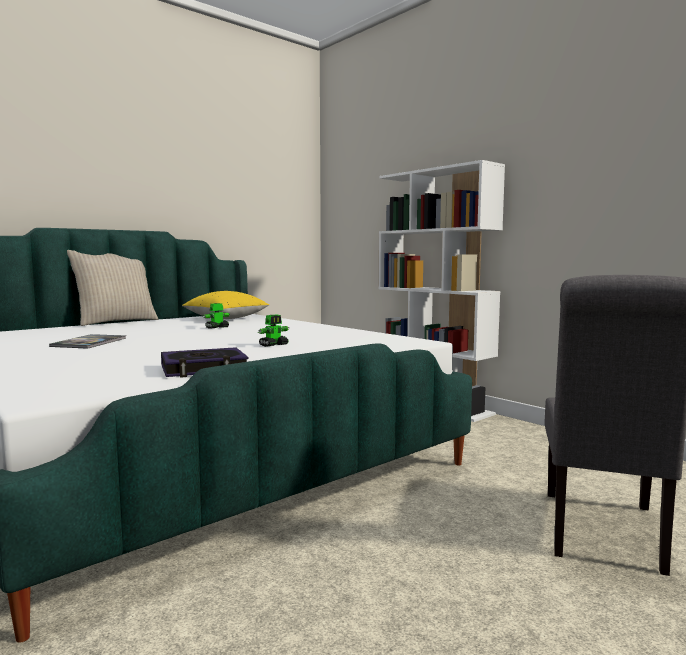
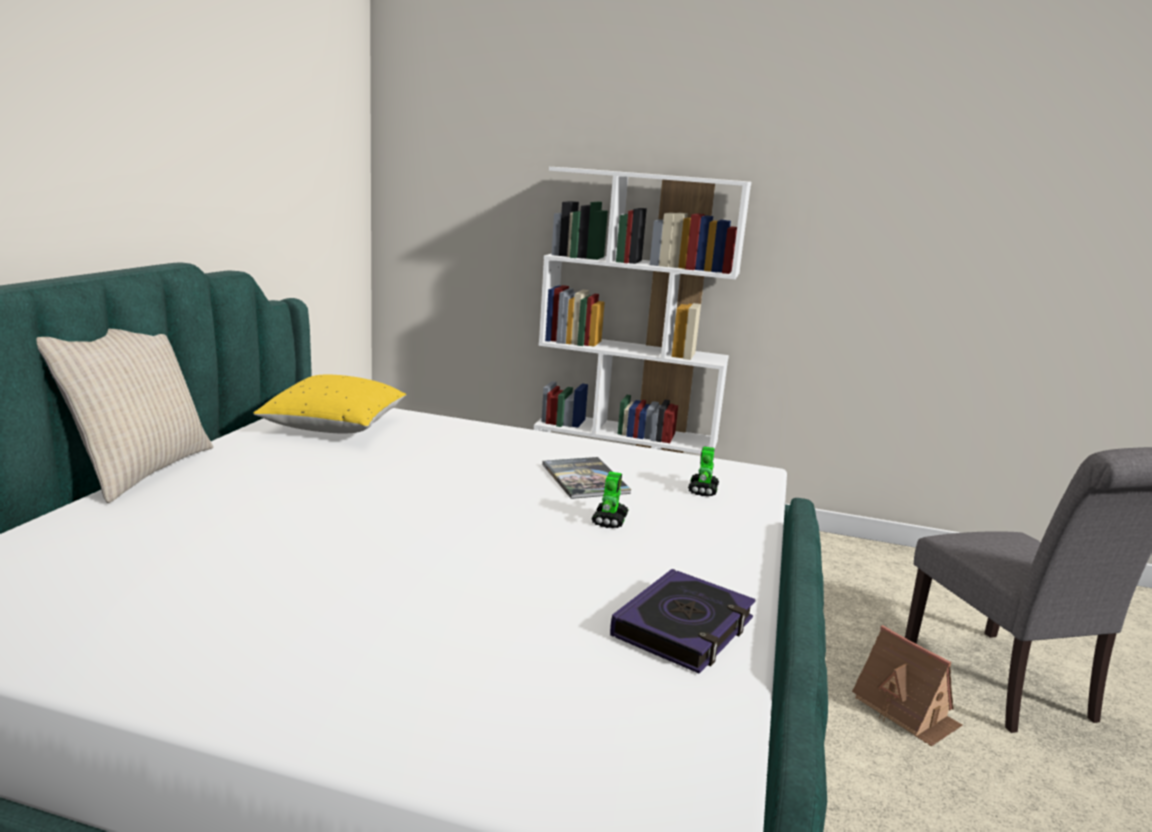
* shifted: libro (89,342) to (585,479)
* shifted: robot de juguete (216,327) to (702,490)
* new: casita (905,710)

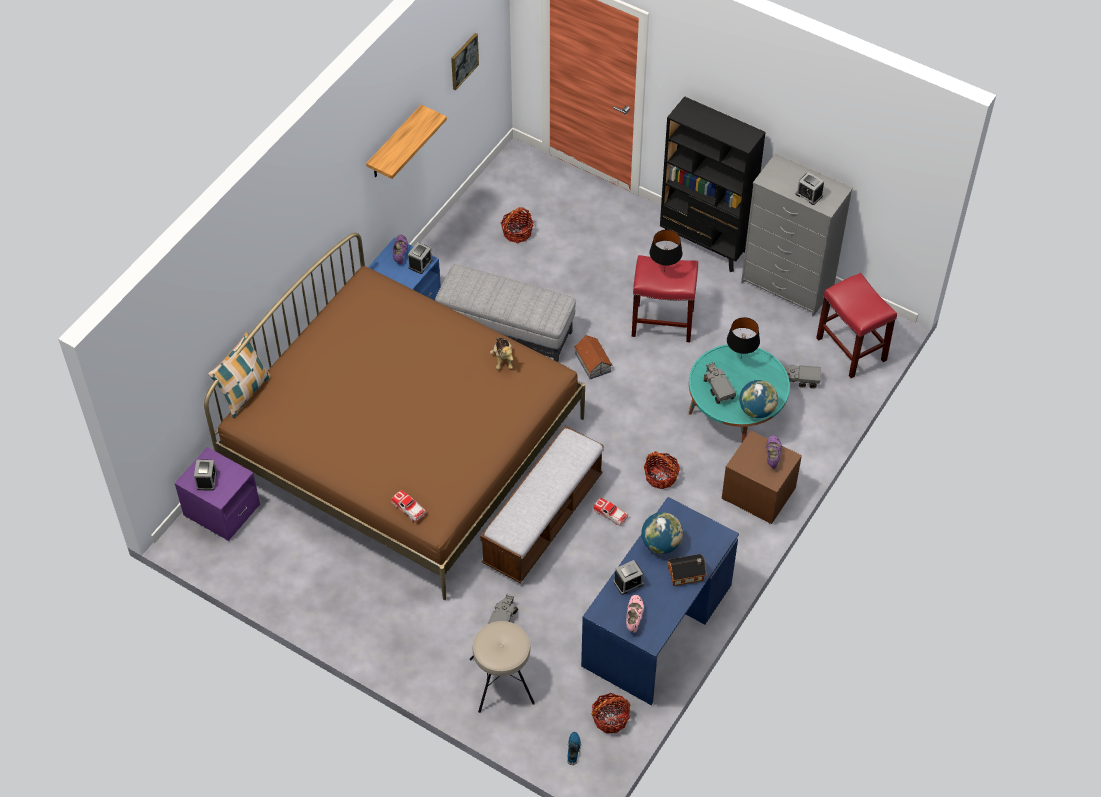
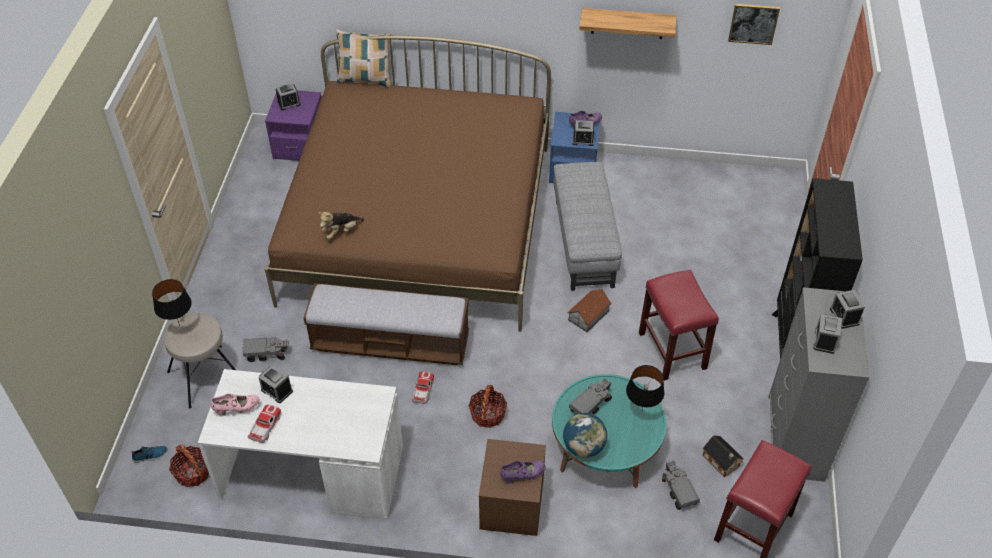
* shifted: lámpara de mesa (negro) (664,272) to (180,326)
* repainted: escritorio (azul) (657,627) to escritorio (blanco) (311,473)
* shifted: coche de juguete (409,508) to (265,427)
* shifted: peluche (503,359) to (341,231)
* shifted: casita (687,574) to (721,462)
* new: despertador (844,316)
* gone: cesta (517,232)
* gone: globo terráqueo (661,544)

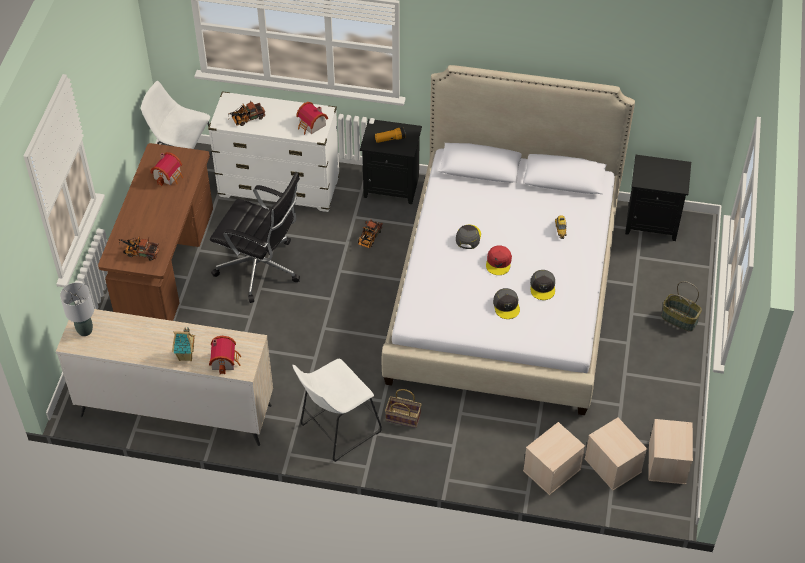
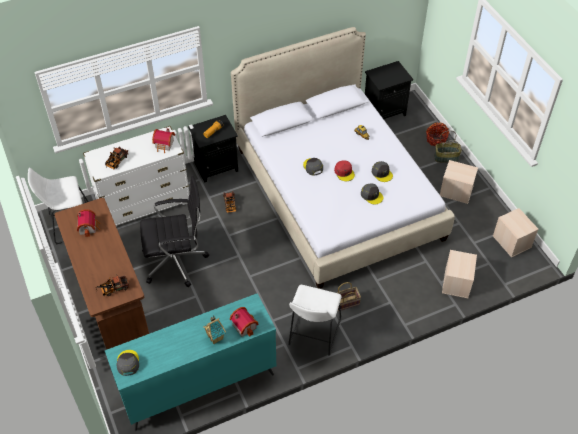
* repainted: cómoda (beis) (175,410) to cómoda (turquesa) (198,385)
* swapped: lámpara de mesa (gris) (84,330) to gorra (gris) (128,363)
* new: cesta (436,140)
* shifted: caja de almacenaje (beis) (612,465) to (455,191)

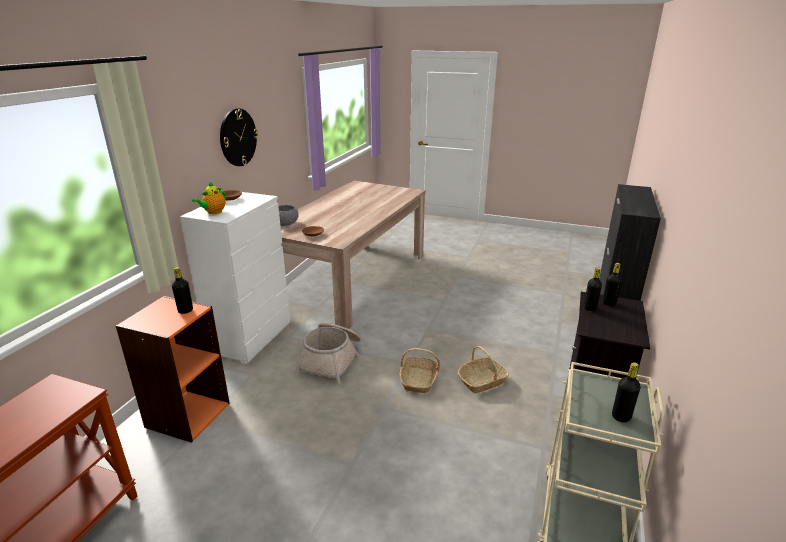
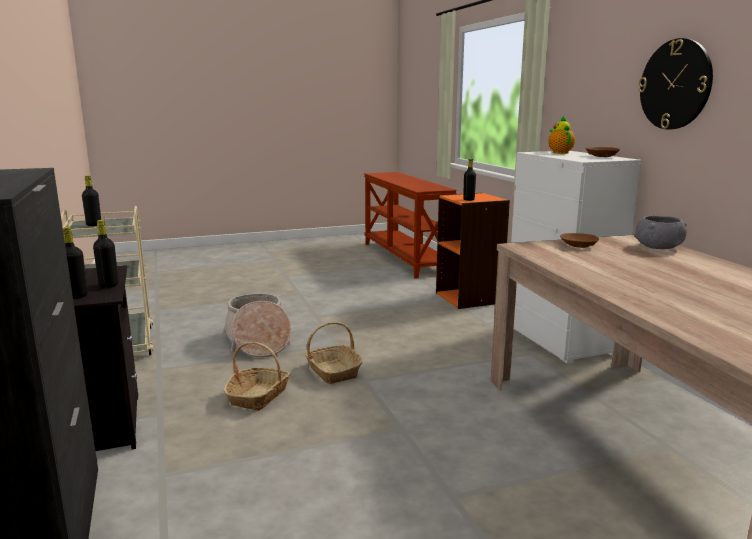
* shifted: cesta (332,360) to (258,341)

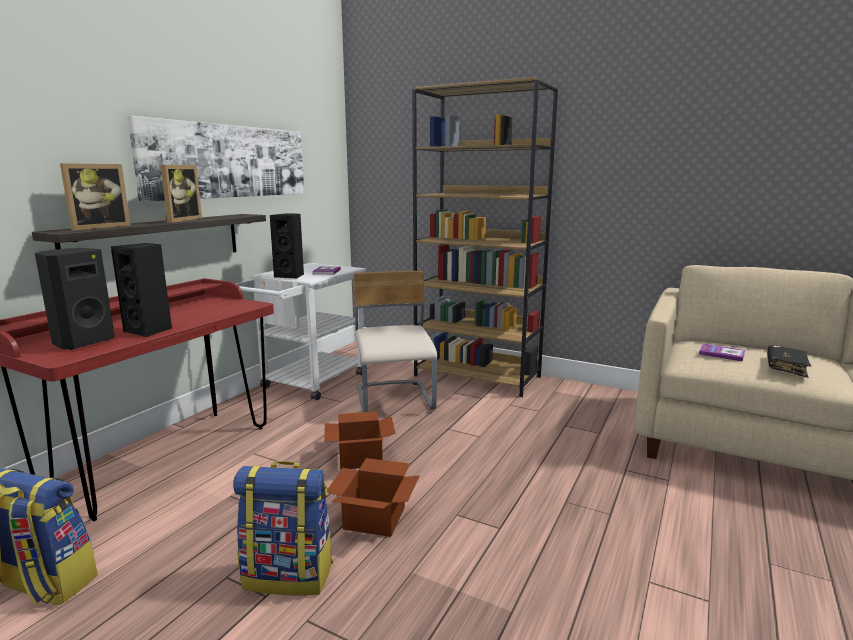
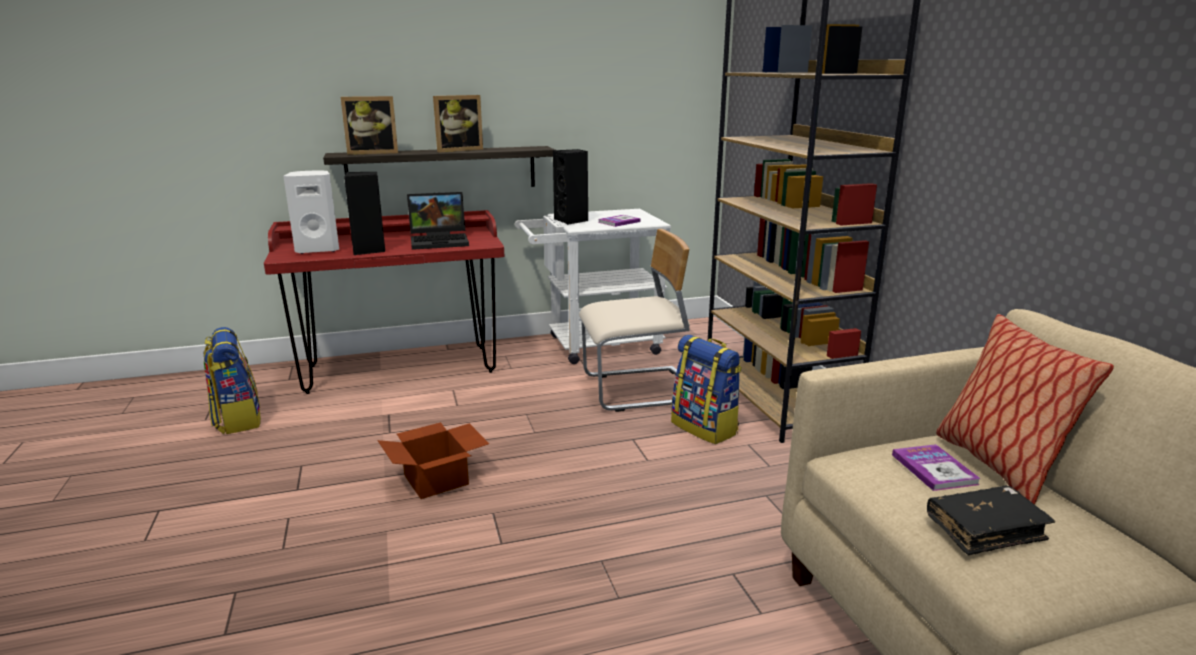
* repainted: altavoz (negro) (82,342) to altavoz (blanco) (318,249)
* new: portátil (441,241)
* rotated: silla (beis) (395,400) = (639,390) 45 degrees clockwise
* shifted: mochila (289,575) to (705,428)
* new: cojín (997,465)
* gone: cuadro (229,161)
* gone: caja de cartón (361,456)

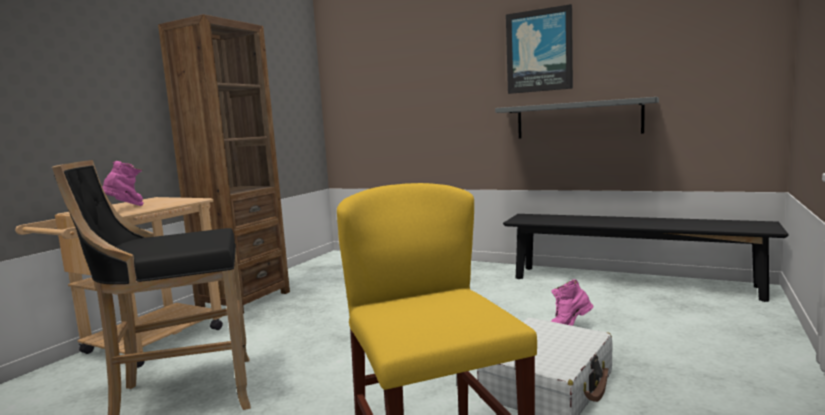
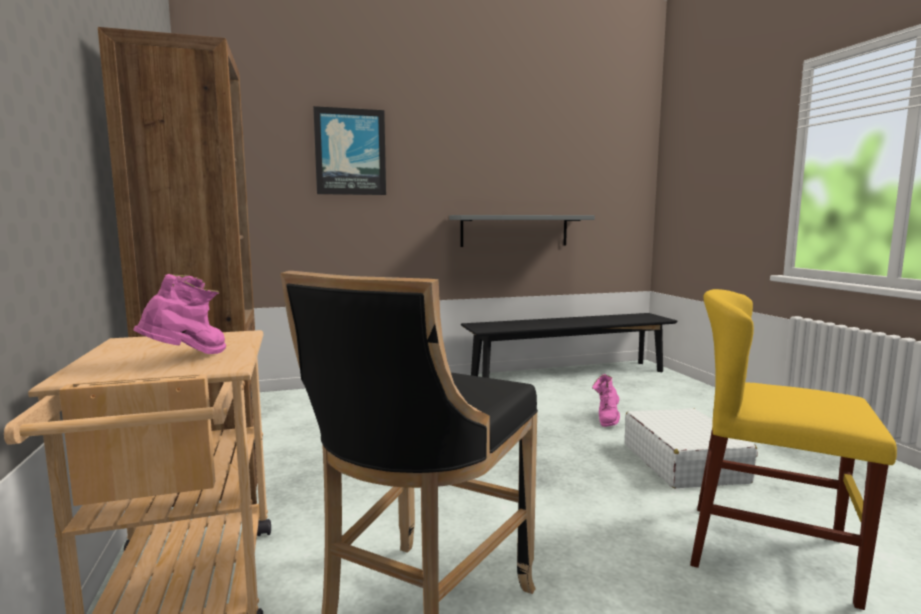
* rotated: bota (rosa) (126,209) = (188,359) 60 degrees clockwise
* shifted: cuadro (539,51) to (350,152)

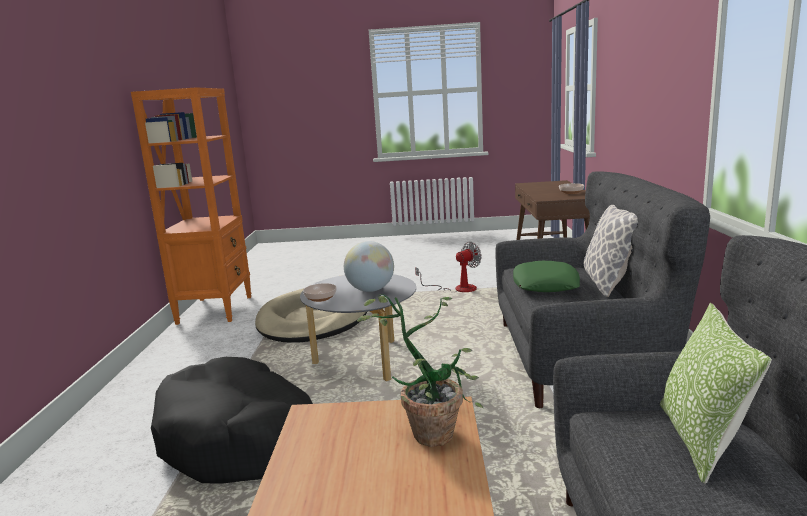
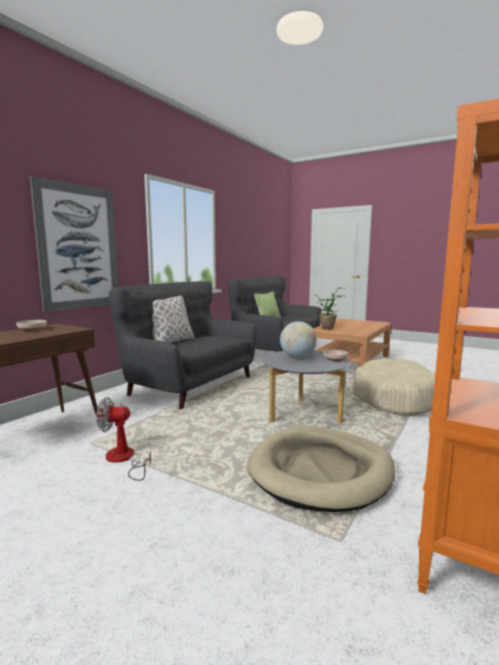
* new: cuadro (79,247)
* repainted: cama para perro (negro) (239,438) to cama para perro (beis) (394,398)
* gone: cojín (verde) (545,284)

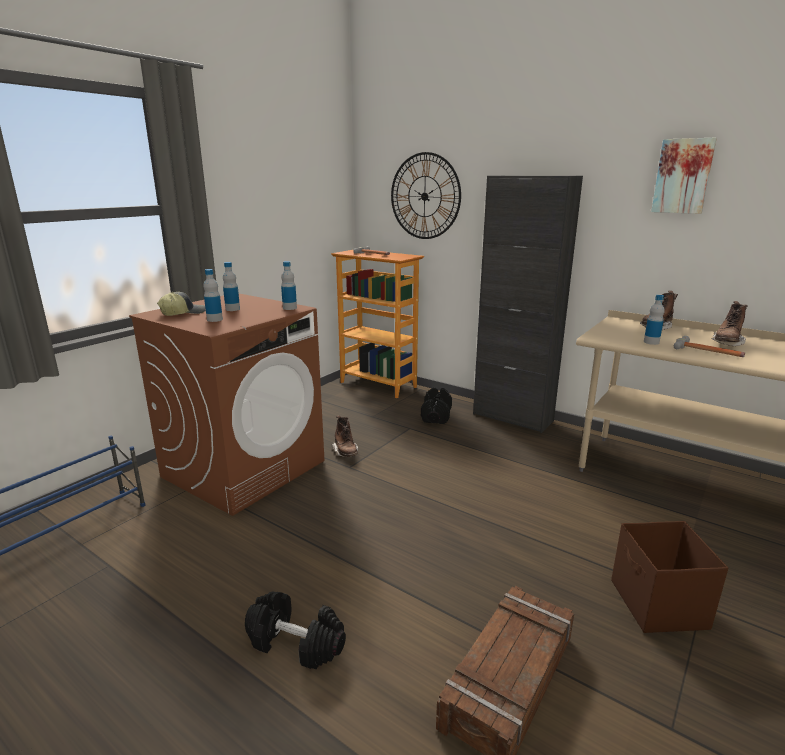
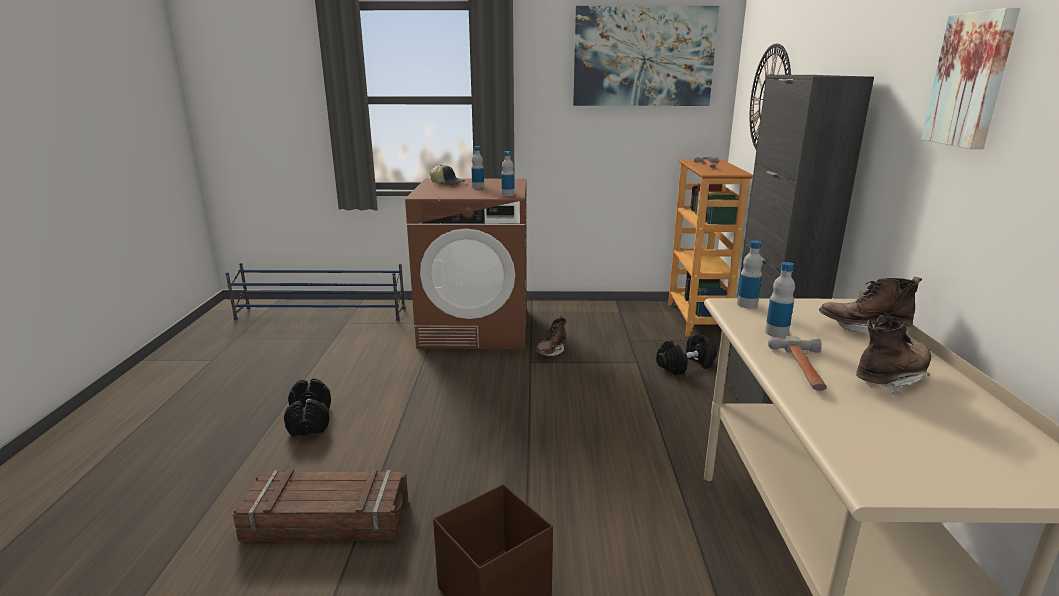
* new: cuadro (643,57)
* shifted: botella (214,319) to (747,304)
* rotated: bota (marrón) (727,343) = (890,379) 150 degrees clockwise

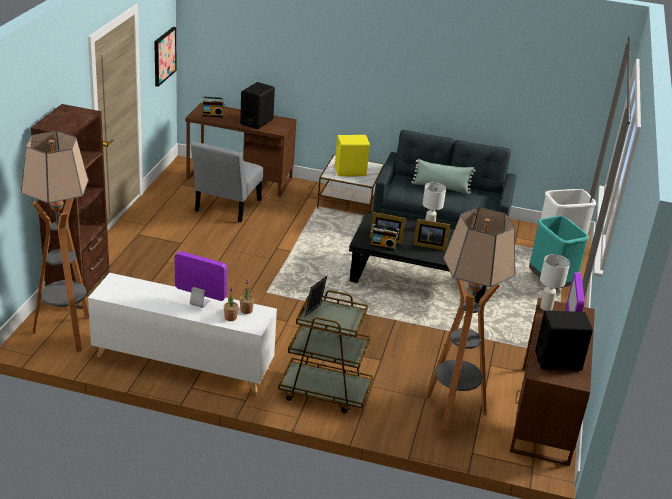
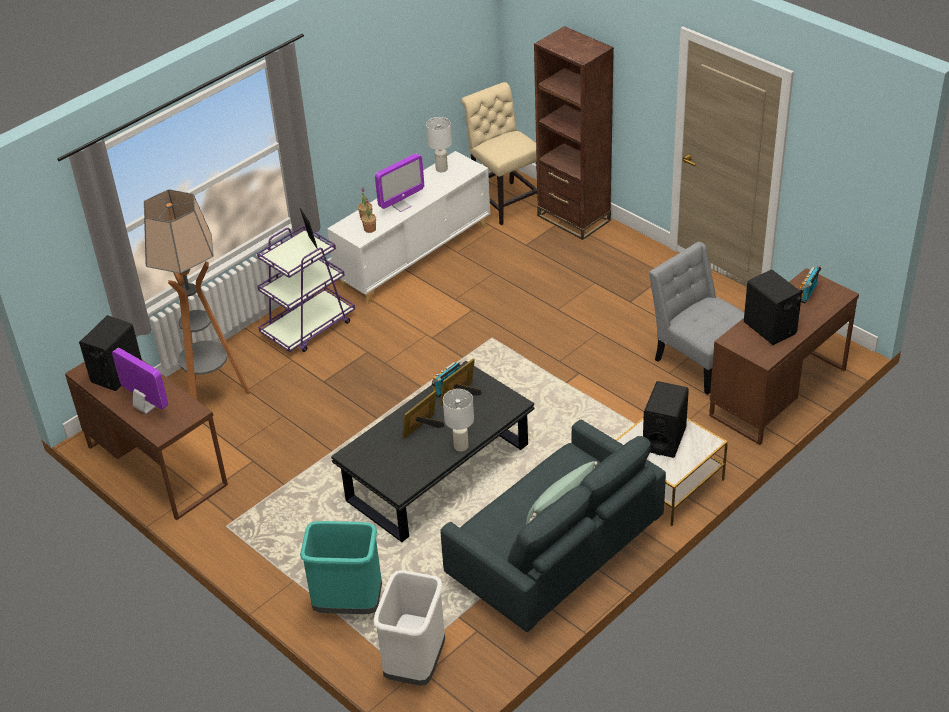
* repainted: carrito (marrón) (324,392) to carrito (morado) (309,327)
* shifted: lámpara de mesa (blanco) (546,307) to (442,169)
* swapped: lámpara de pie (67,333) to silla (beis) (504,201)
* repainted: altavoz (amarillo) (350,171) to altavoz (negro) (664,439)
* gone: cuadro (164,56)

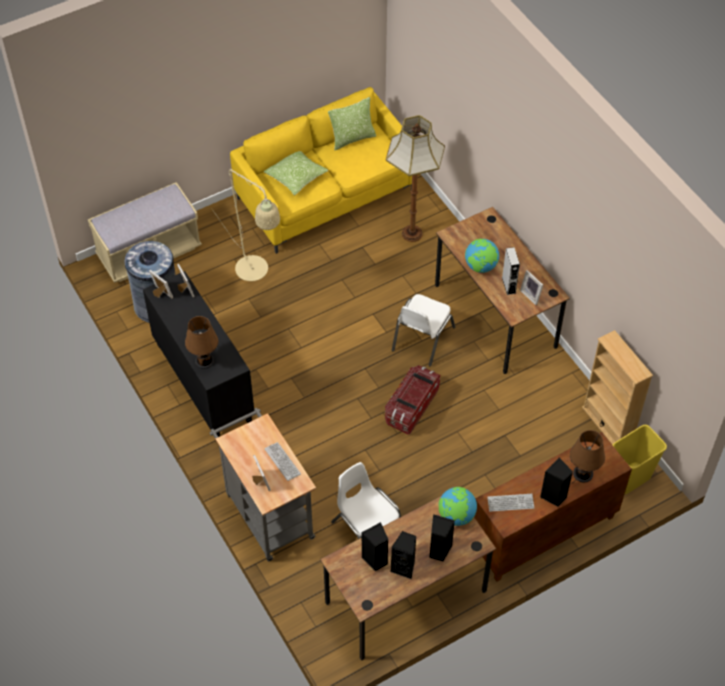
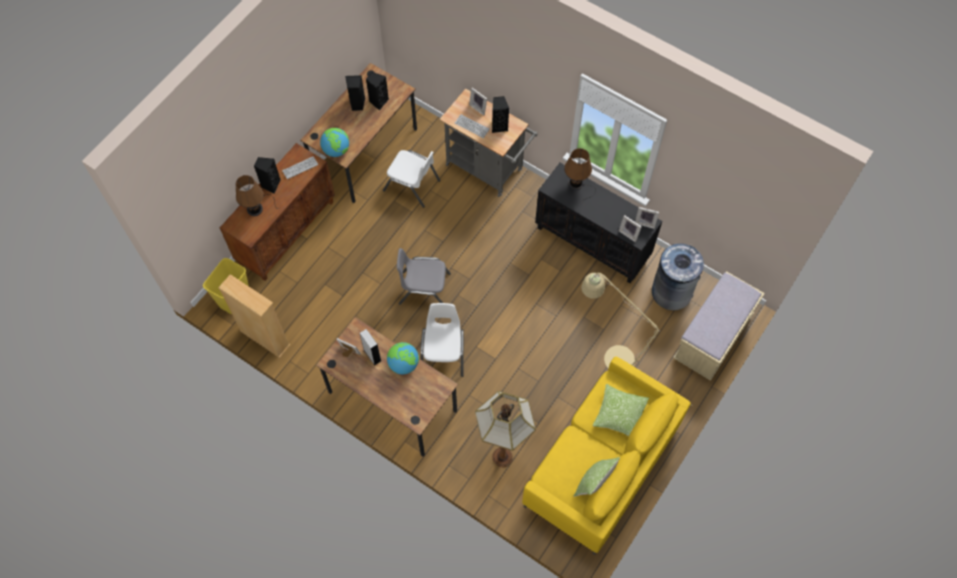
* swapped: caja de almacenaje (411,407) to silla (gris) (424,289)
* shifted: altavoz (negro) (438,550) to (499,126)

